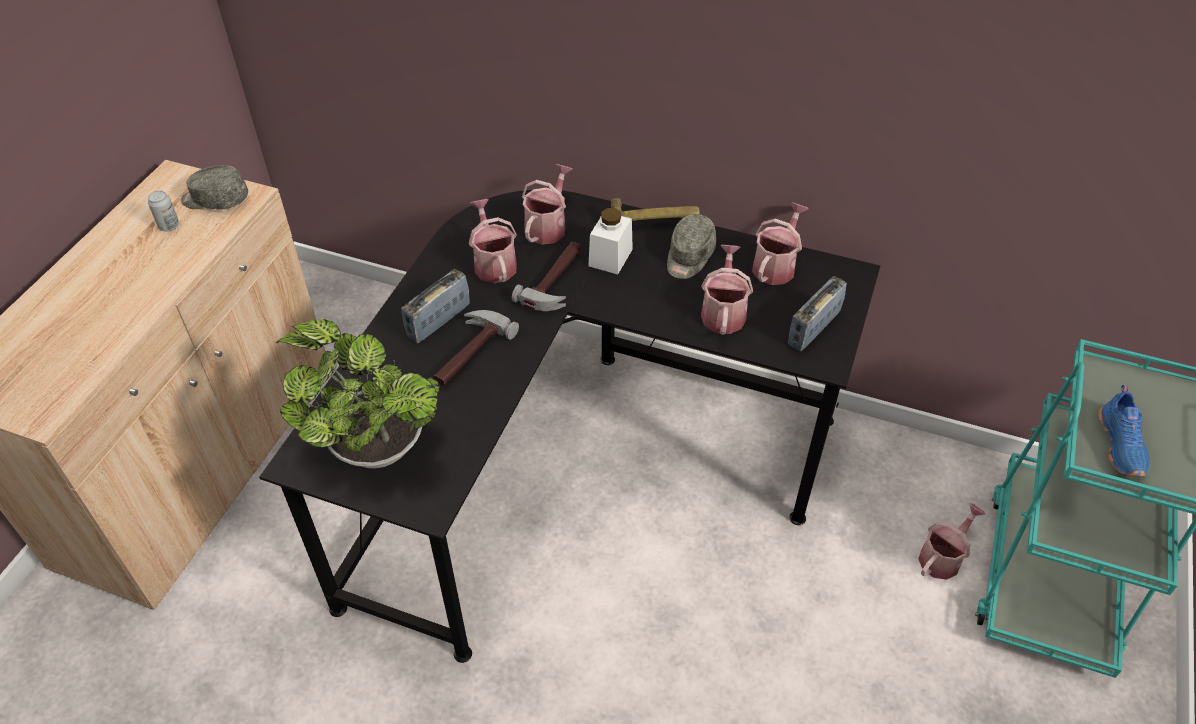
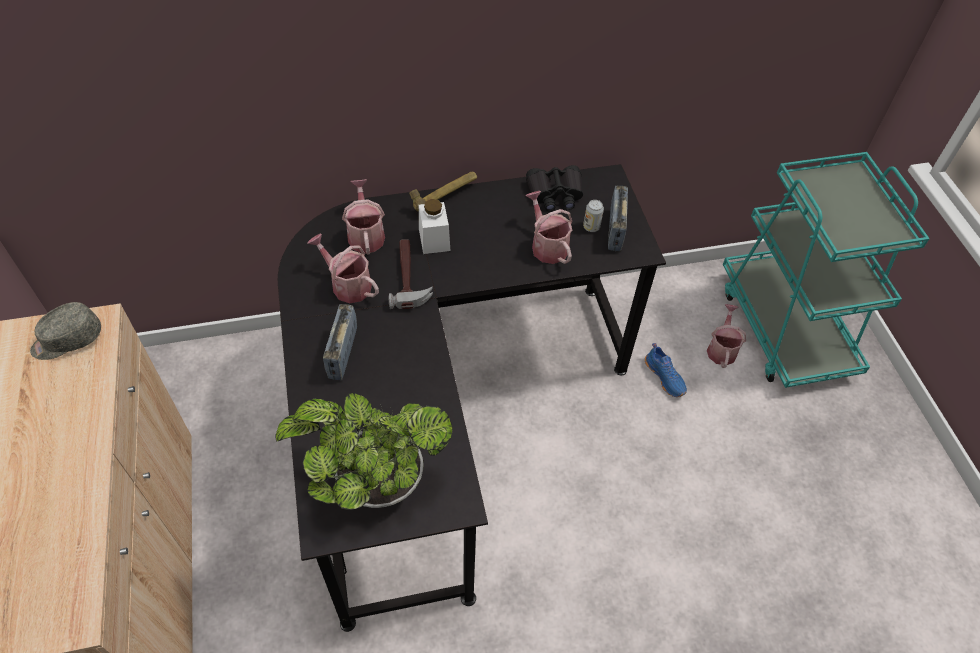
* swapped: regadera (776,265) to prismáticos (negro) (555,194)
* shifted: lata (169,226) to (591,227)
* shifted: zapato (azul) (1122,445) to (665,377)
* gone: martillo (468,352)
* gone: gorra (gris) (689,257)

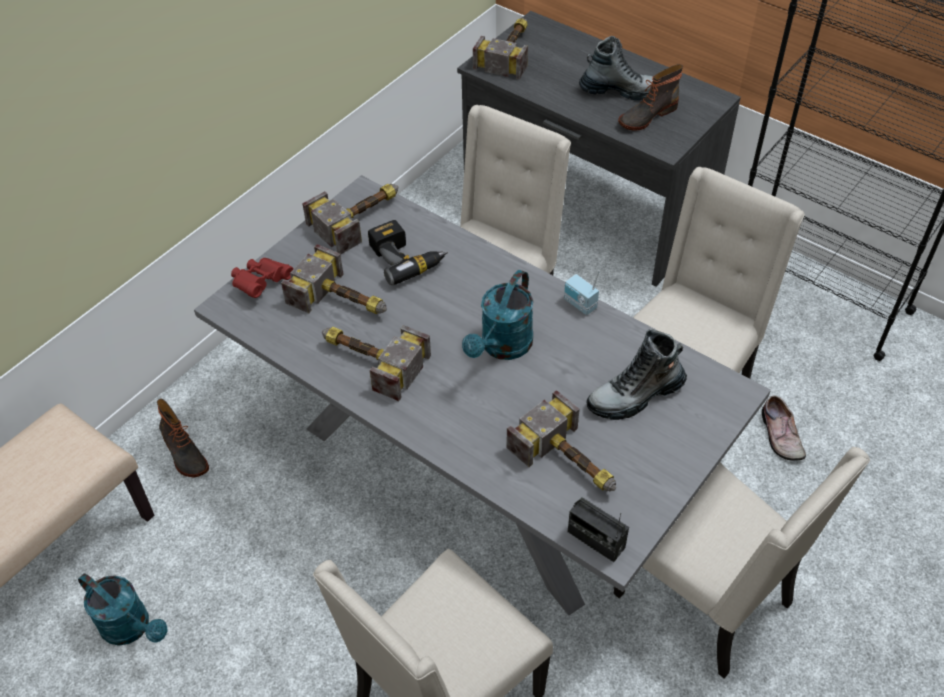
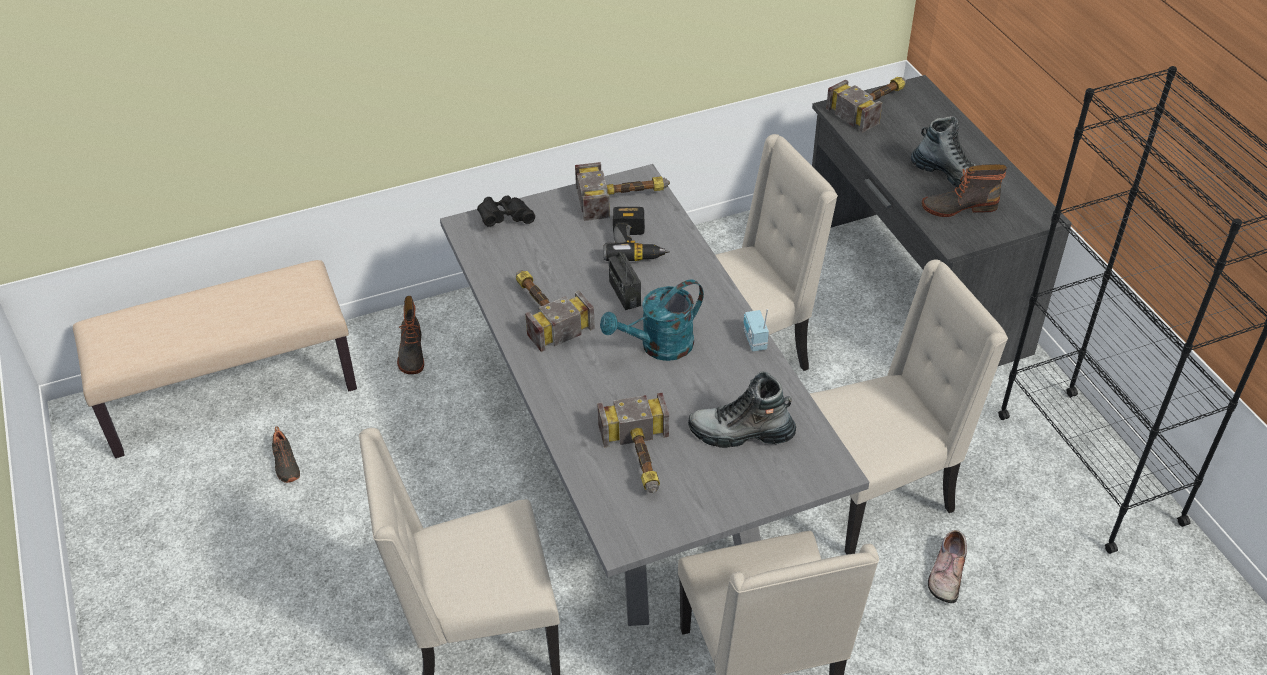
* swapped: regadera (turquesa) (132,627) to zapato (negro) (285,464)
* repainted: prismáticos (rojo) (261,283) to prismáticos (negro) (505,219)
* shifted: radio (596,540) to (624,293)
* gone: martillo (344,301)

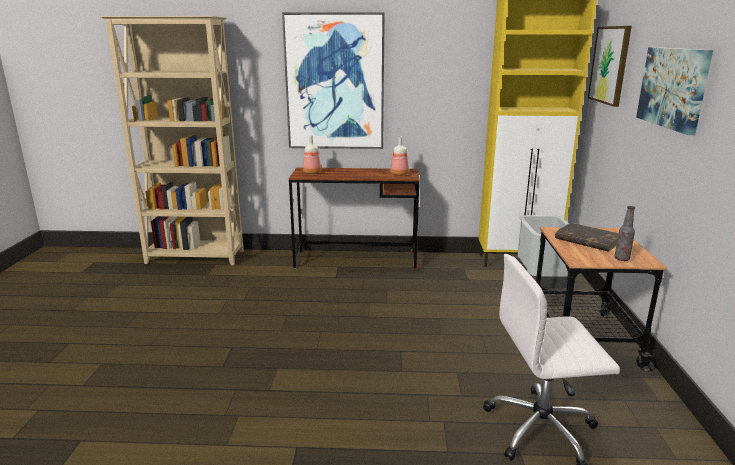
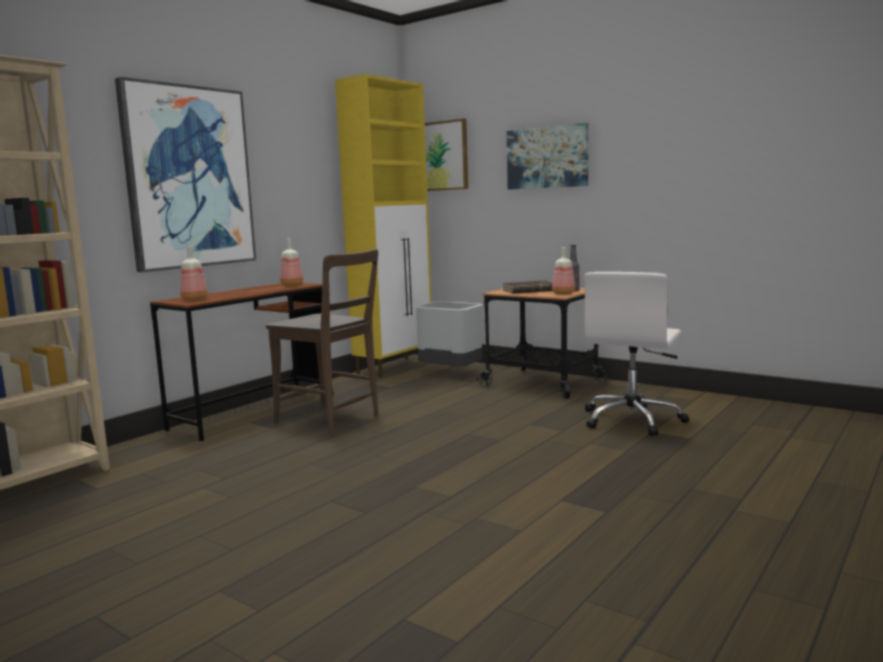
* new: silla (marrón) (331,420)
* new: botella (562,293)

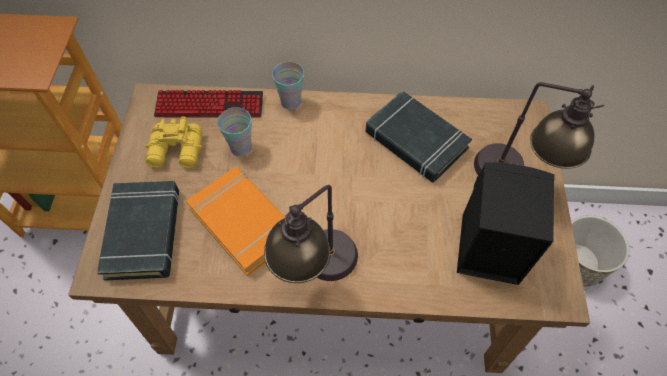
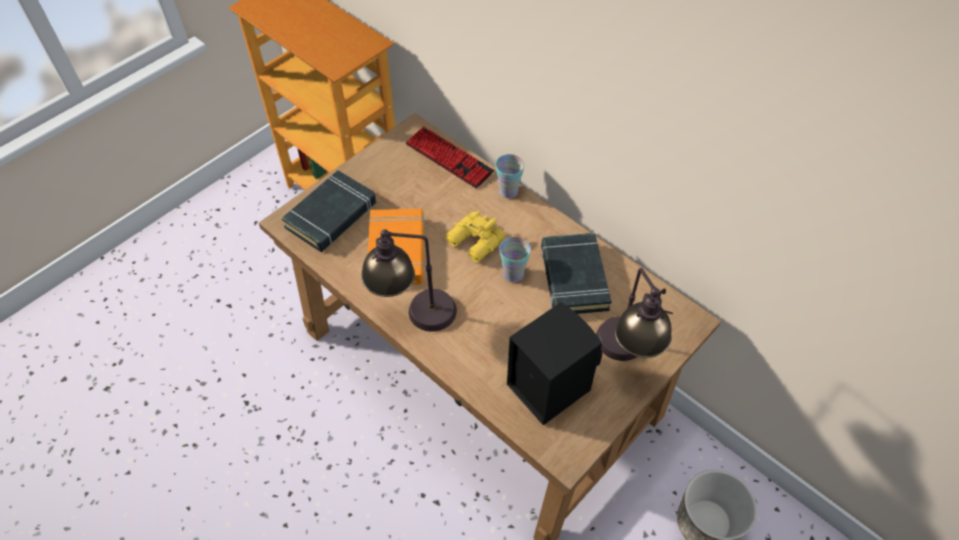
* shifted: prismáticos (amarillo) (177,151) to (475,243)
* shifted: taza (241,147) to (513,274)

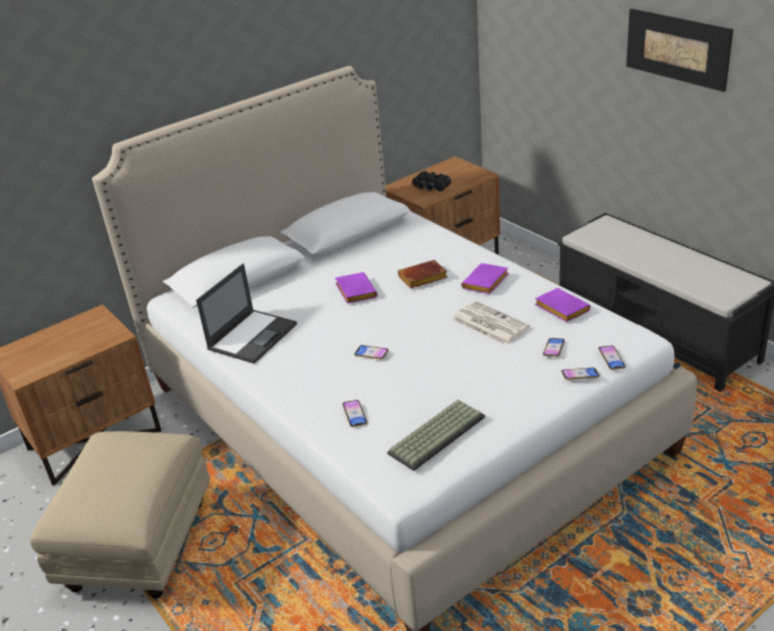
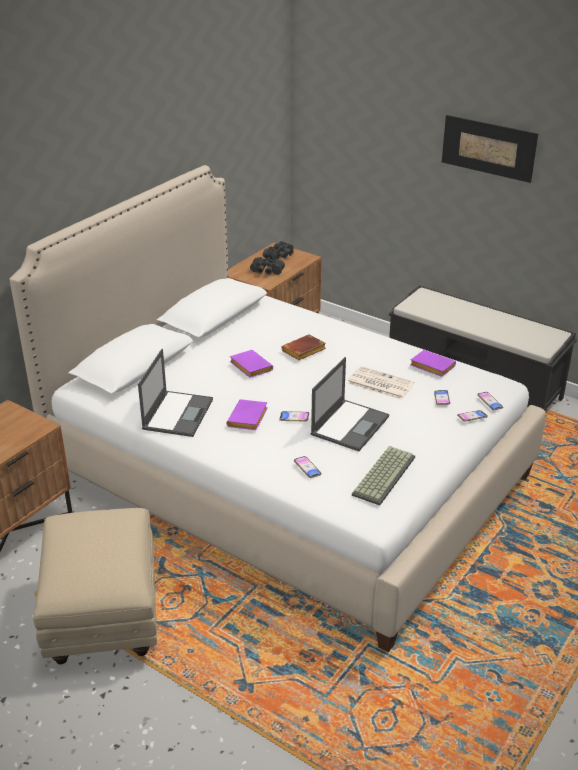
* shifted: libro (morado) (486,283) to (248,419)
* new: prismáticos (negro) (280,256)
* new: portátil (350,425)

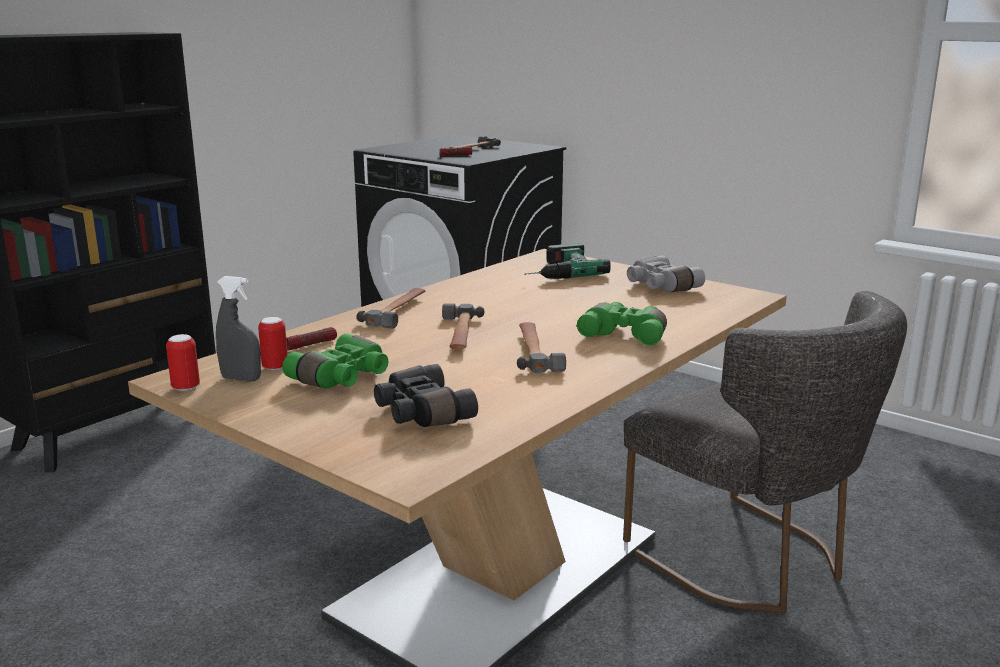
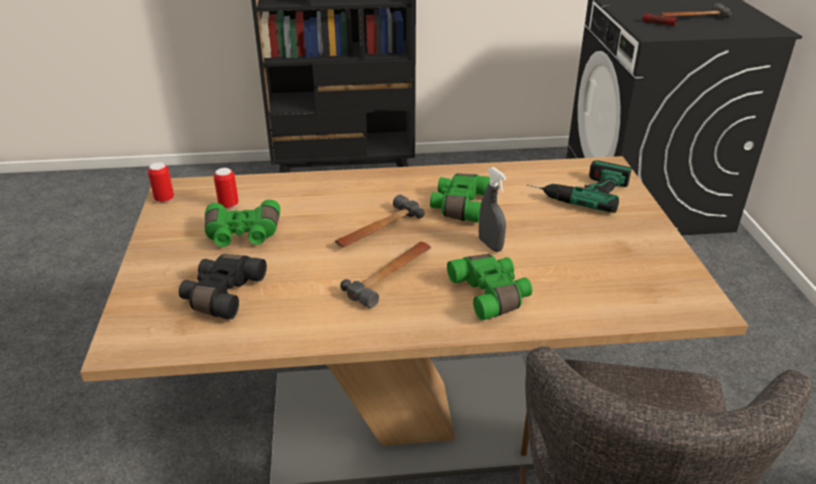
* new: prismáticos (verde) (459,206)
* shifted: pulverizador (gris) (241,379) to (490,245)
* gone: linterna (311,345)
* gone: martillo (398,311)
* gone: prismáticos (gris) (660,286)

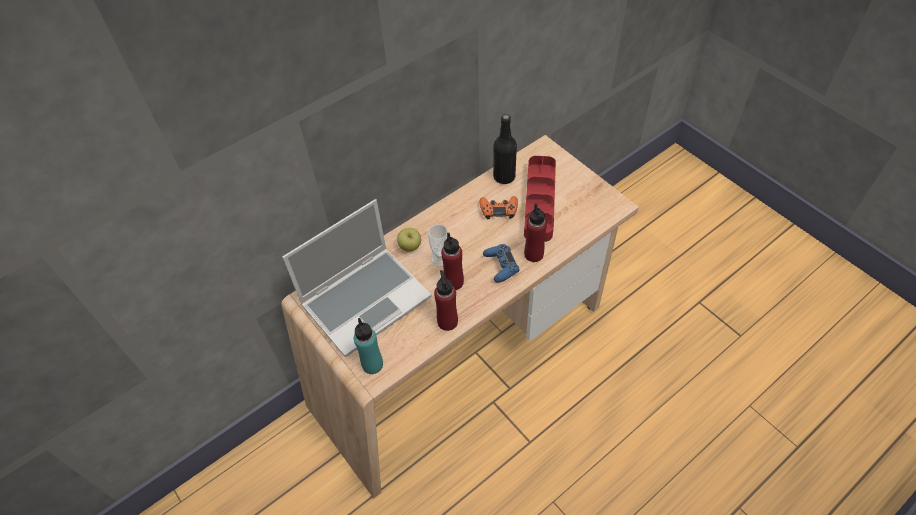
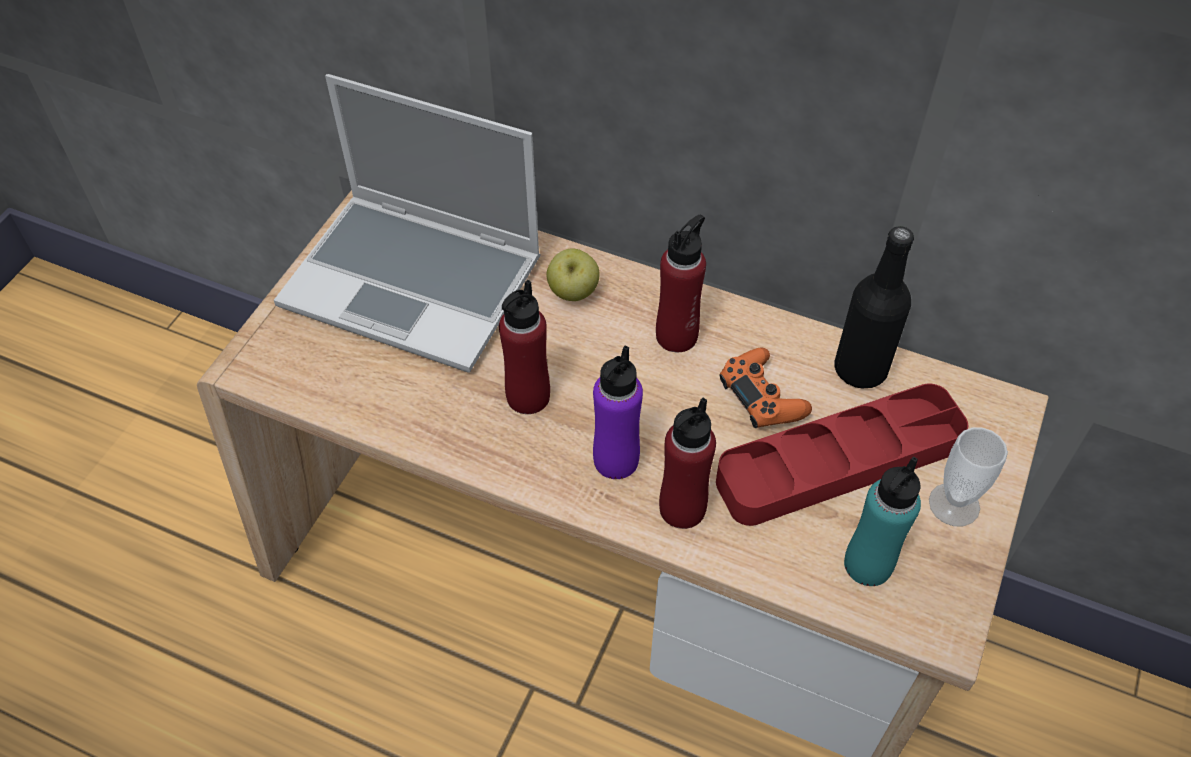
* swapped: mando de consola (azul) (501,266) to botella (morado) (615,460)
* shifted: botella (rojo) (447,321) to (677,336)
* shifted: botella (turquesa) (372,364) to (867,564)
* shifted: taza (440,258) to (954,504)

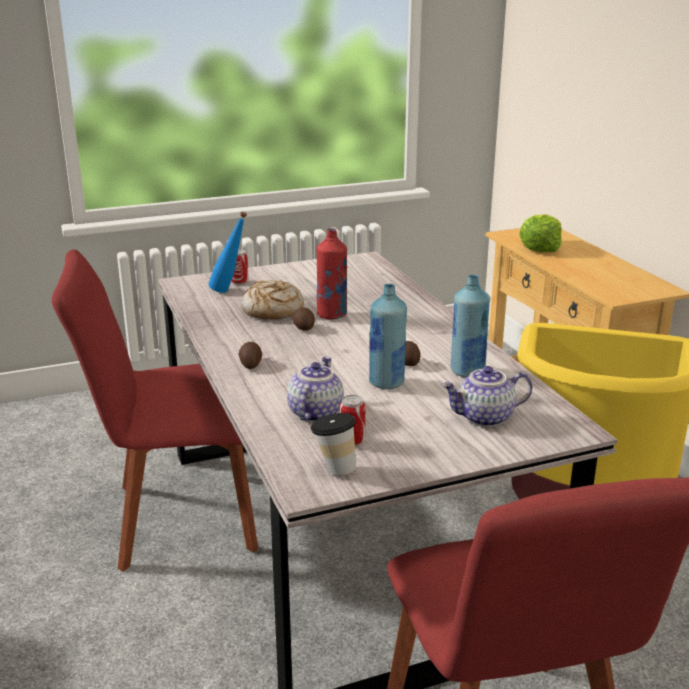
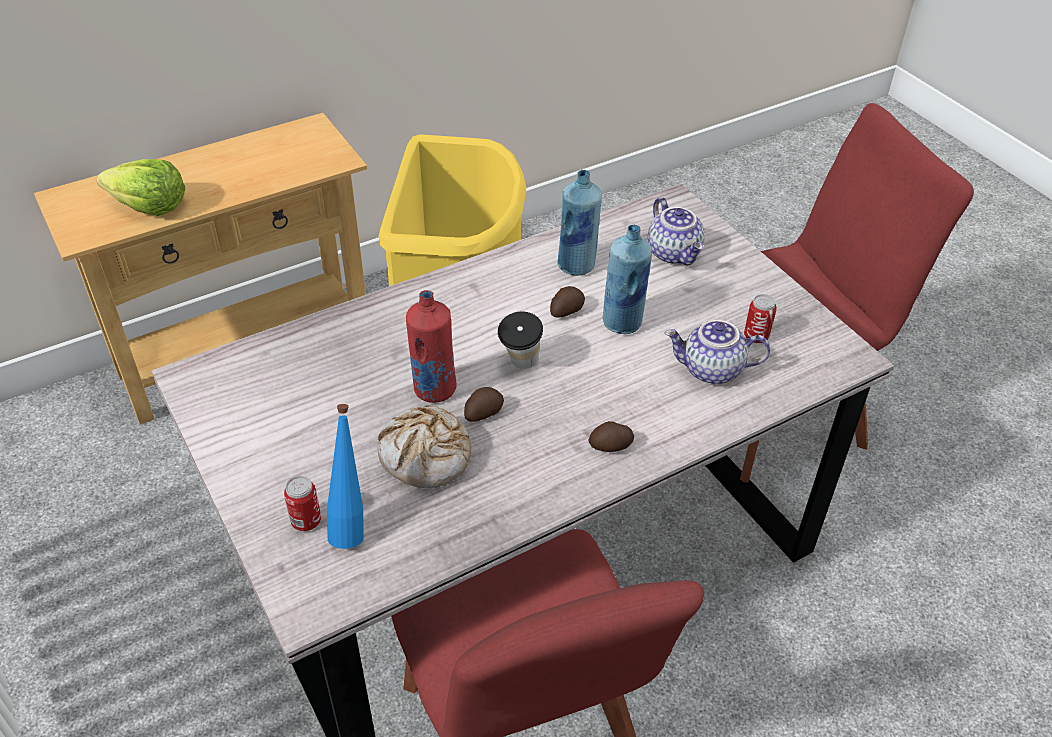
* shifted: taza (334,468) to (520,365)

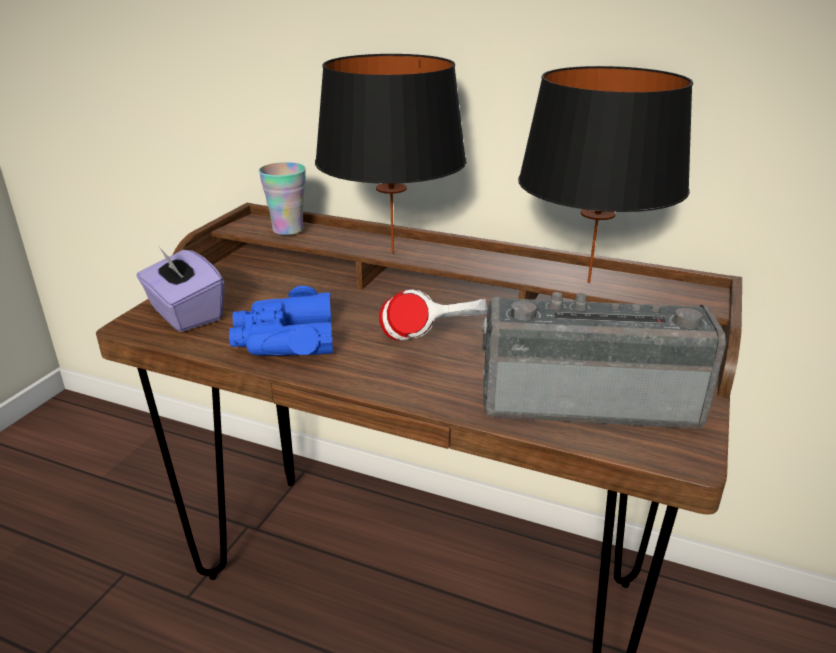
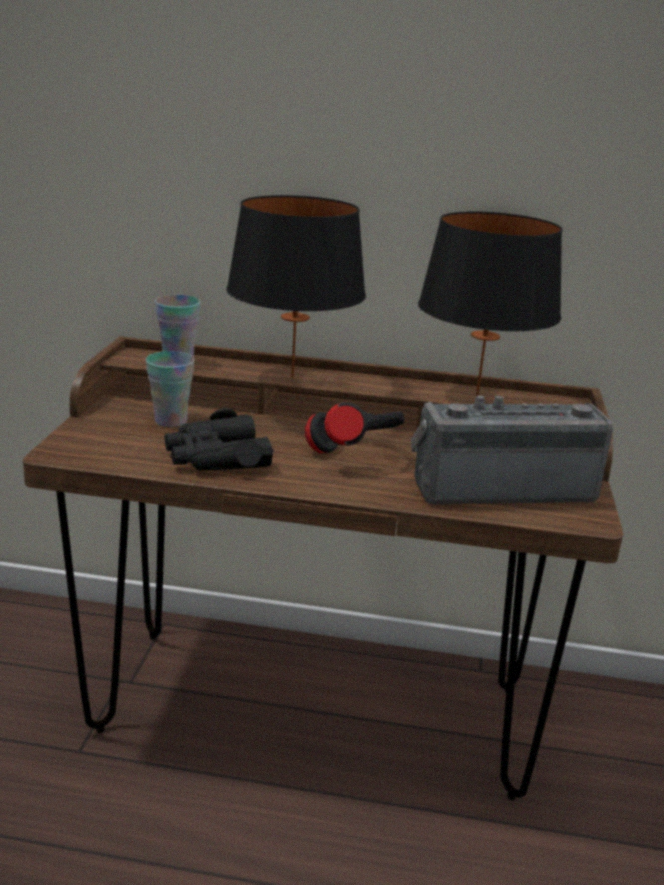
* new: taza (171,421)
* repainted: prismáticos (azul) (285,339) to prismáticos (negro) (216,457)
* repainted: auriculares (blanco) (434,345) to auriculares (negro) (355,456)
* gone: caja de pañuelos (morado) (185,314)

